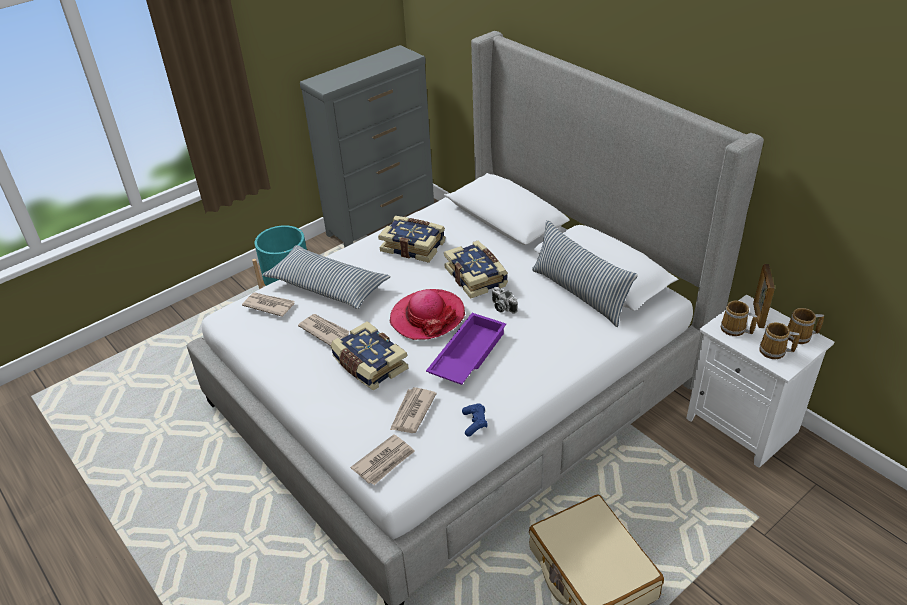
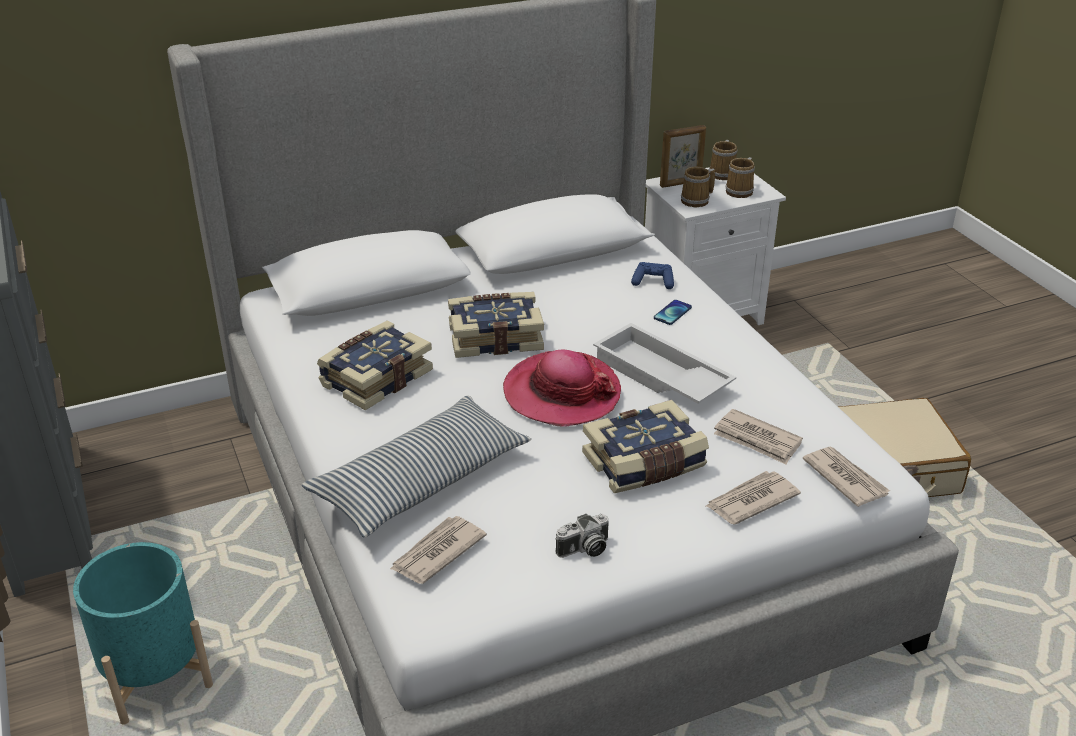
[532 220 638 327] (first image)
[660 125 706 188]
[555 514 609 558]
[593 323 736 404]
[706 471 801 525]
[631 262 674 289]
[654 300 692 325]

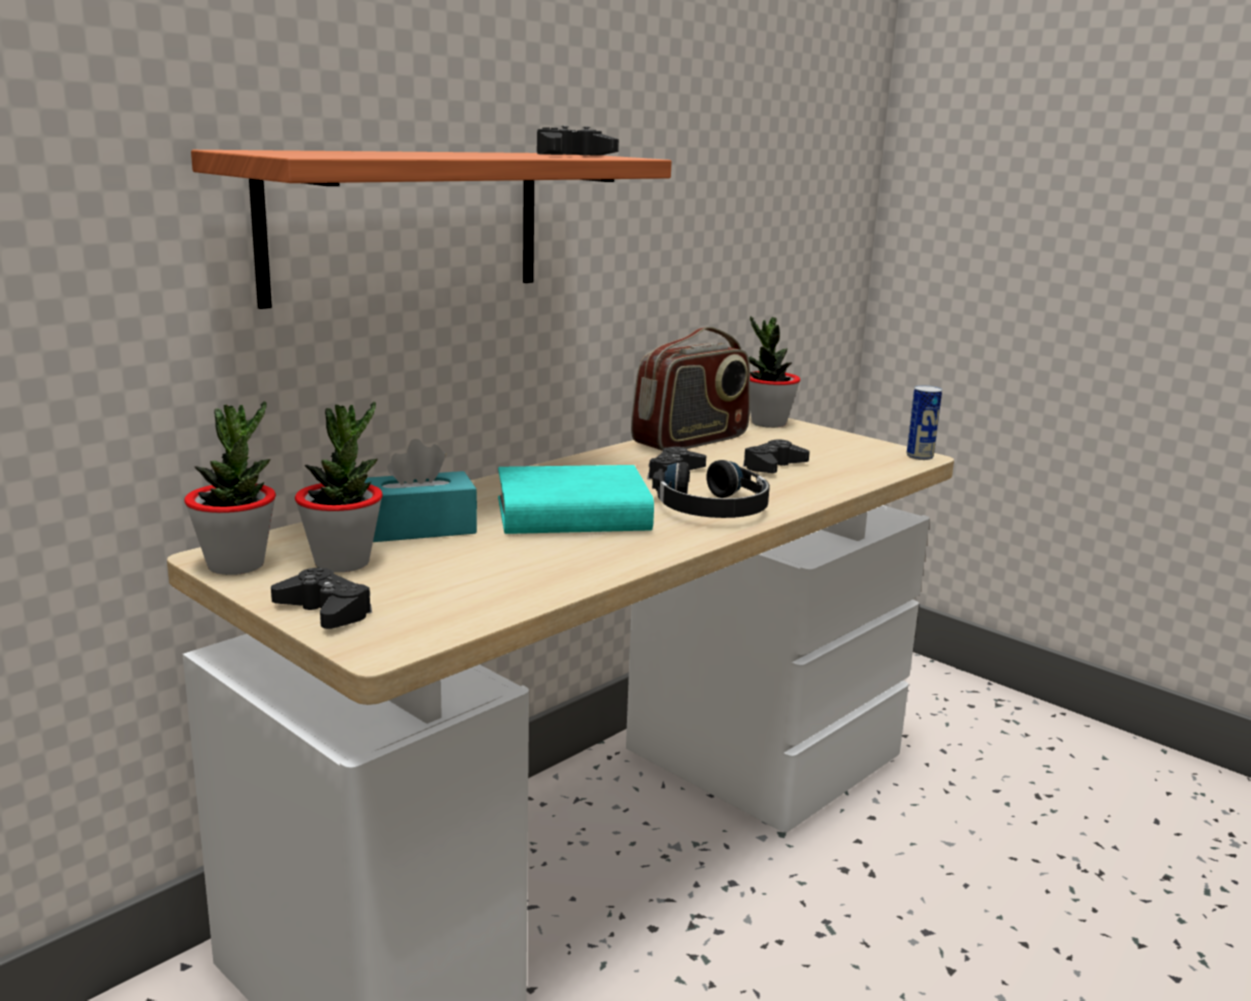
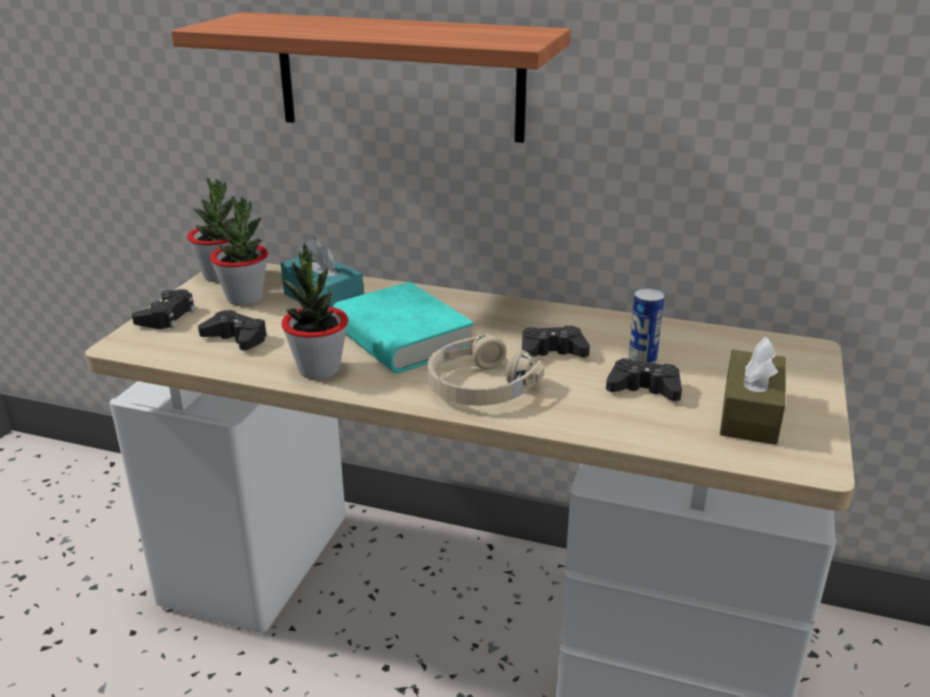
[198 310 267 350]
[281 243 348 380]
[631 327 750 451] (first image)
[628 288 665 364]
[428 334 545 406]
[720 336 786 445]

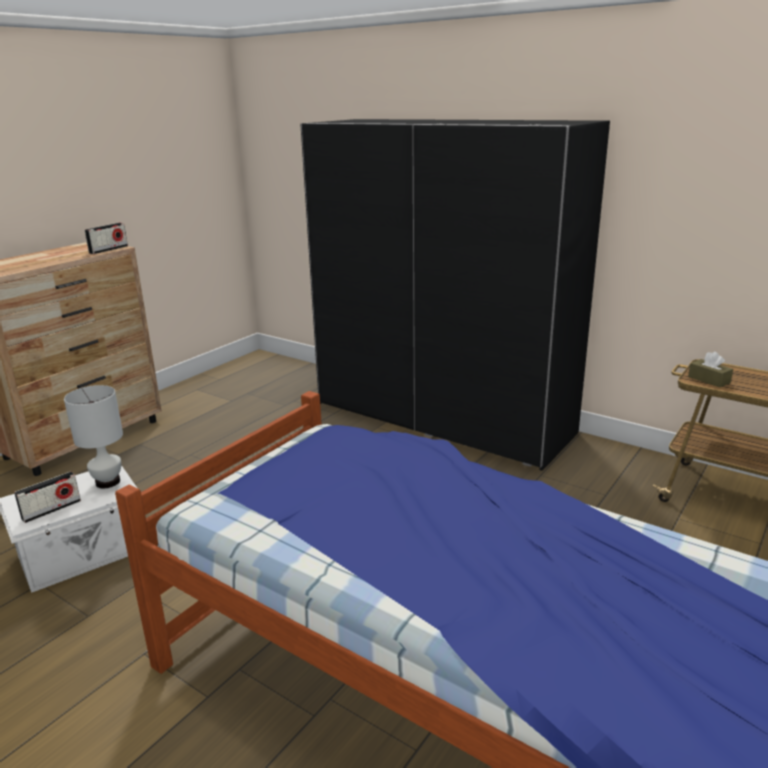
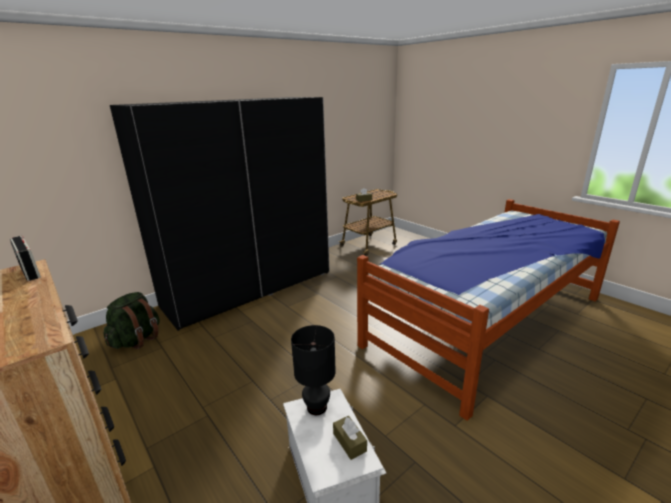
[291 325 336 415]
[333 416 367 460]
[103 292 160 349]

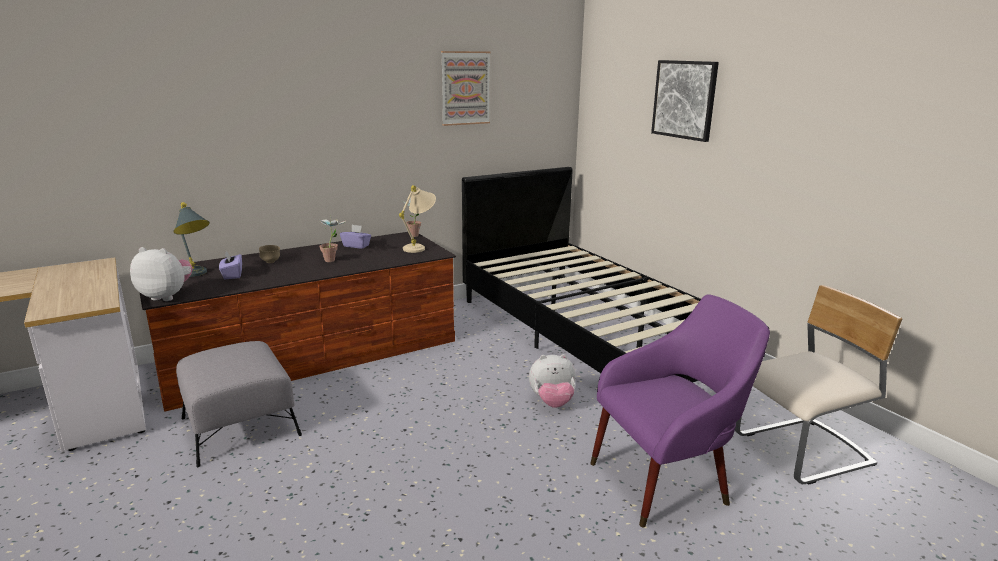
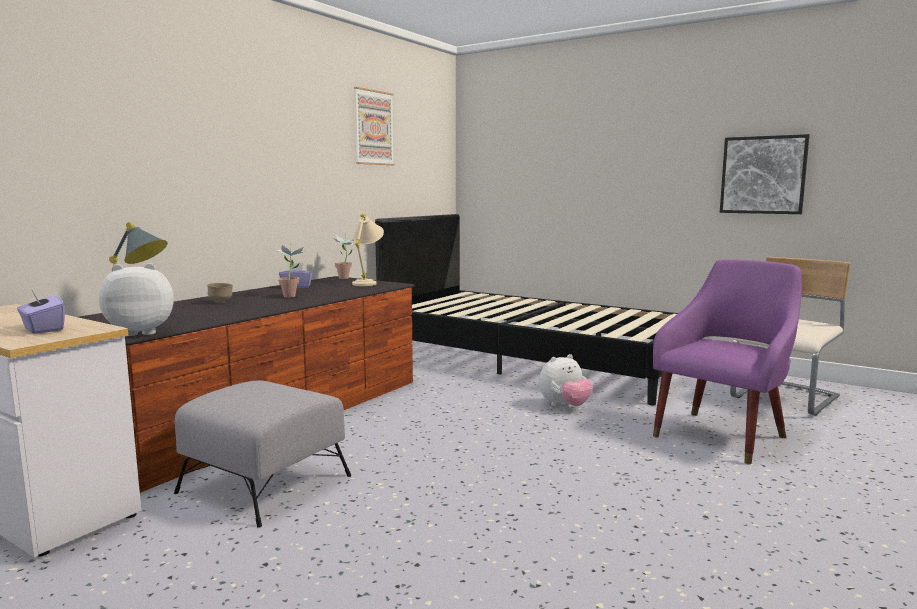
[720 134 810 214]
[17 288 65 334]

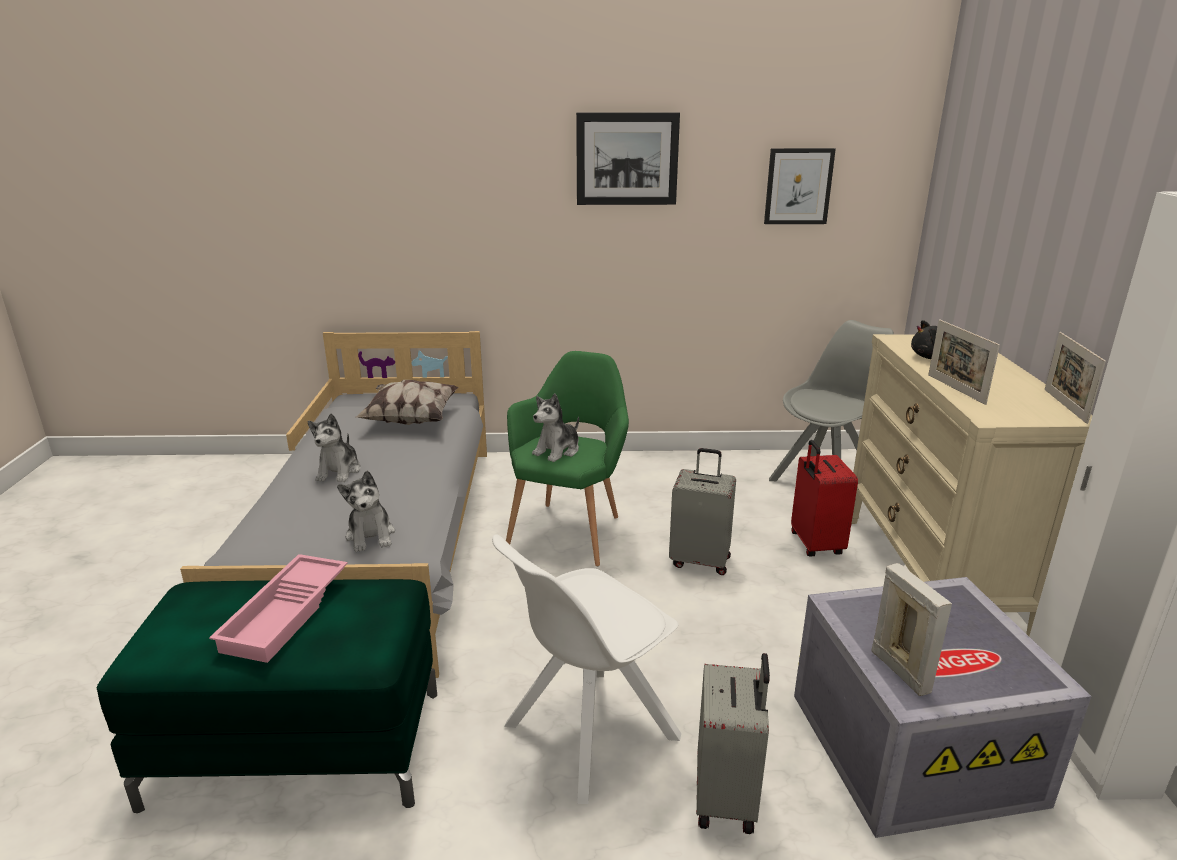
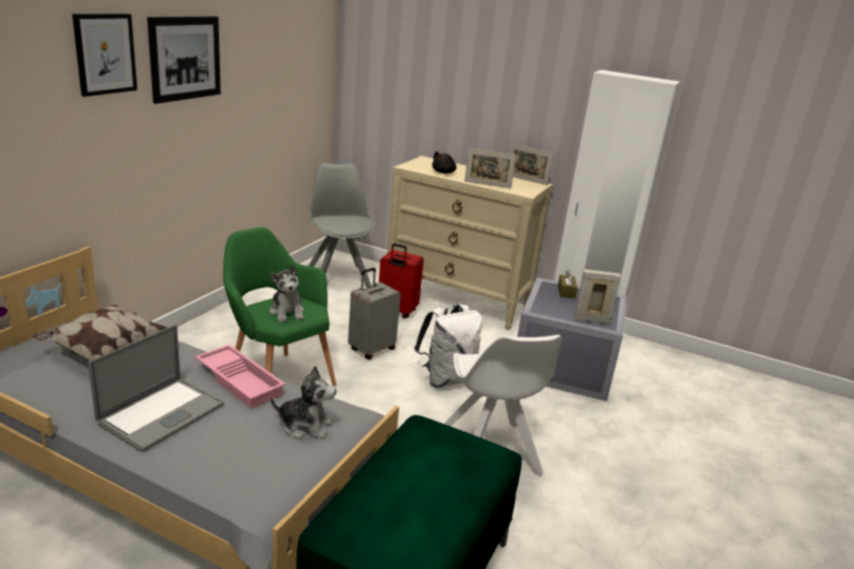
[72 14 137 97]
[88 324 224 452]
[195 344 286 409]
[696 653 770 834] (first image)
[558 270 577 299]
[414 304 483 387]

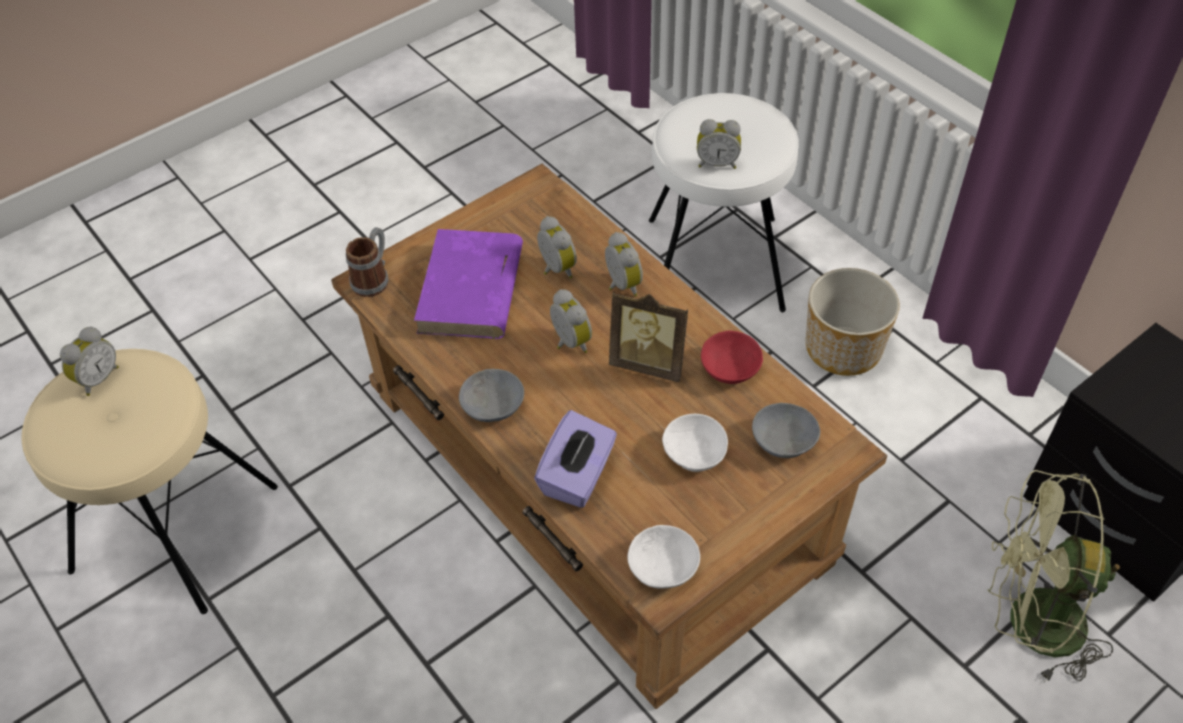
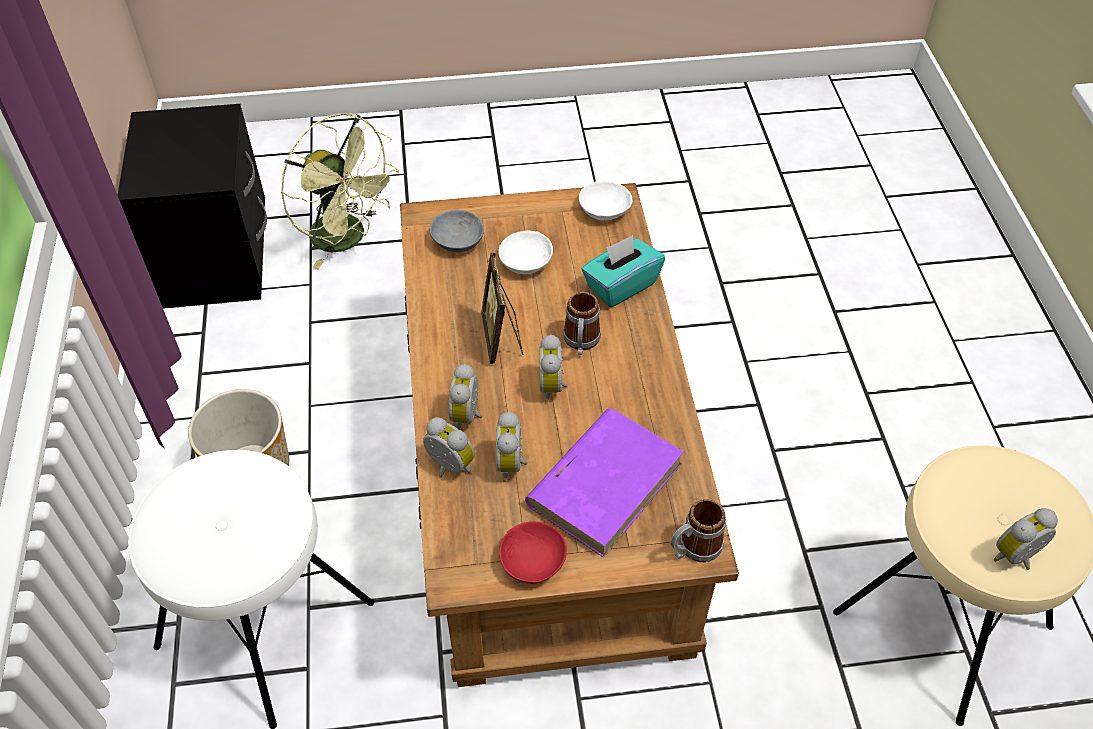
[423 417 475 477]
[481 253 523 364]
[499 521 567 584]
[459 369 524 422] (first image)
[582 235 665 307]
[563 292 601 355]

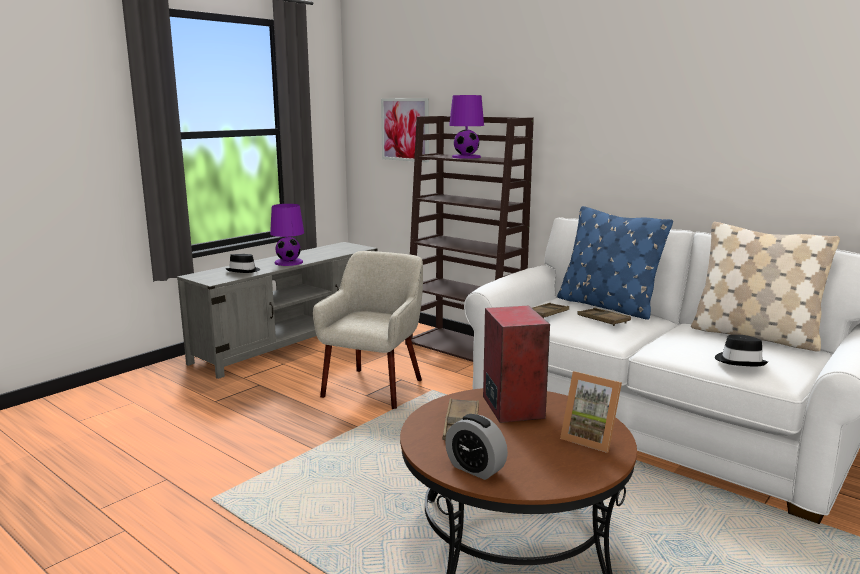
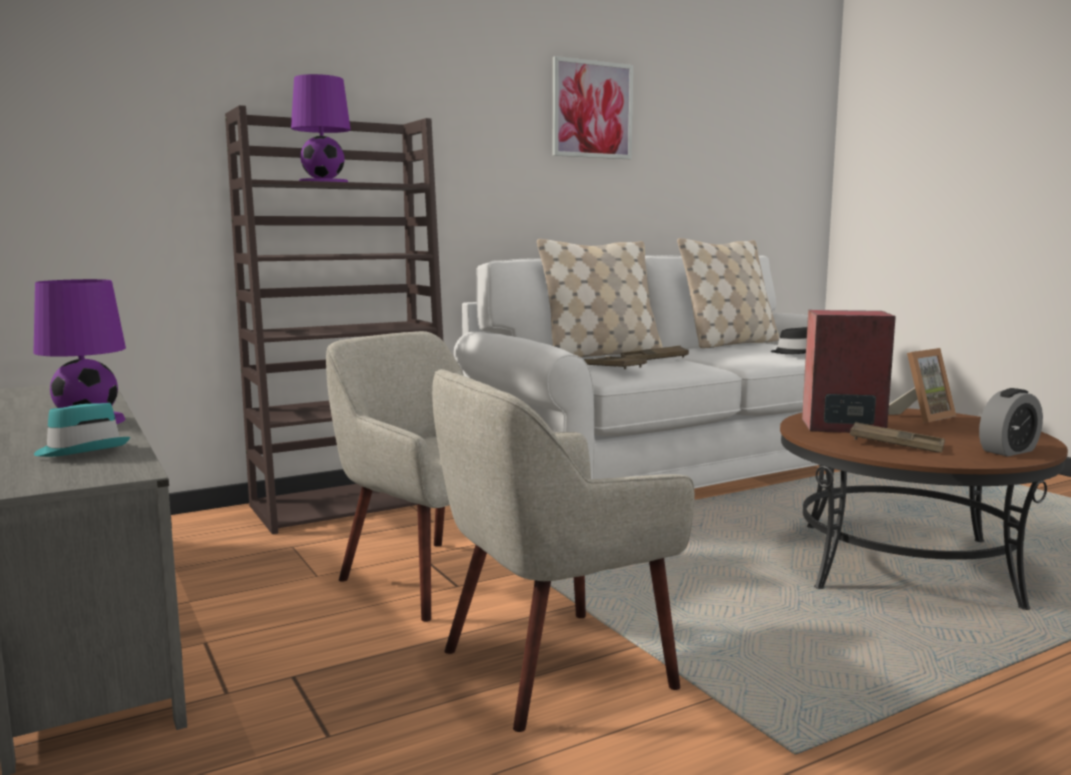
[552 56 633 159]
[537 239 663 357]
[34 403 130 457]
[432 369 695 732]

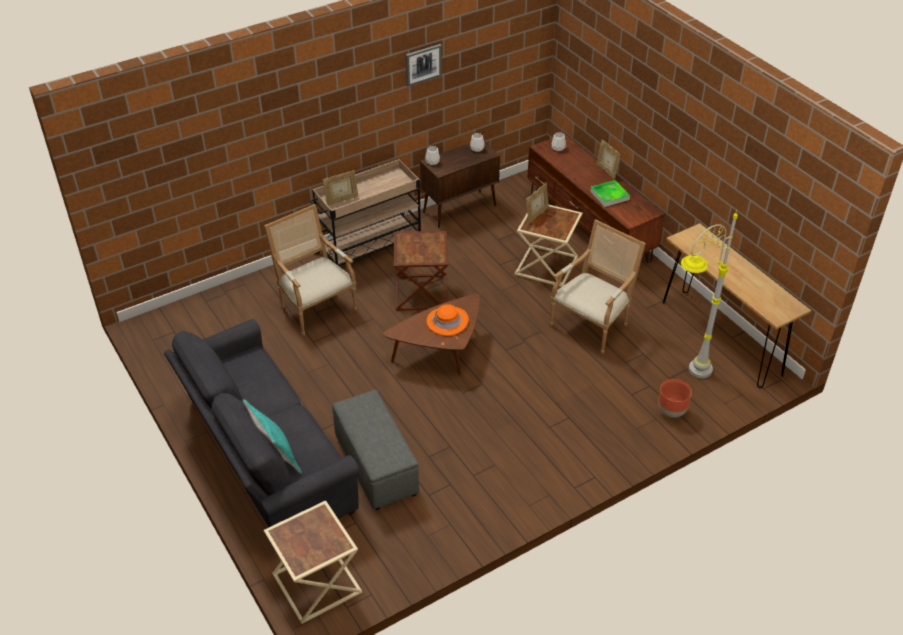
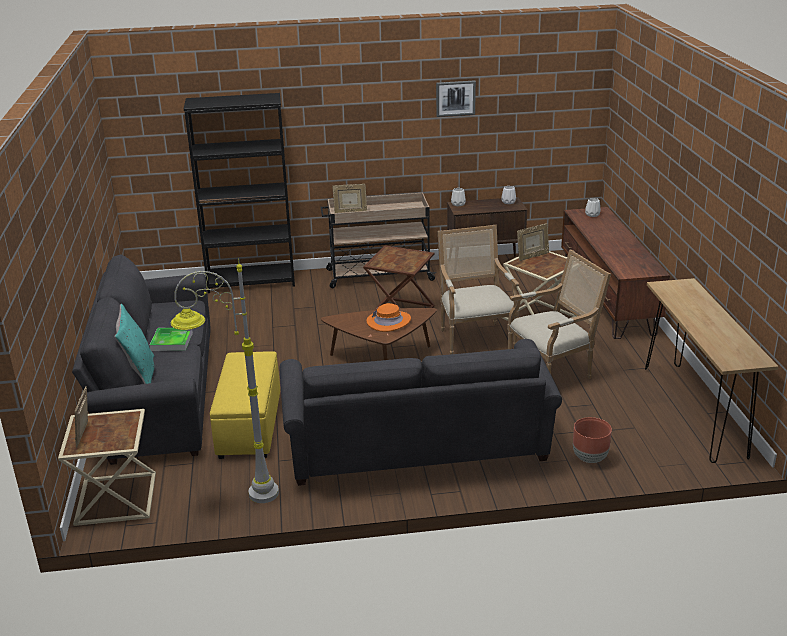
[75 386 88 448]
[150 328 193 351]
[438 225 519 354]
[171 259 279 503]
[210 351 280 459]
[184 93 295 293]
[280 339 562 486]

